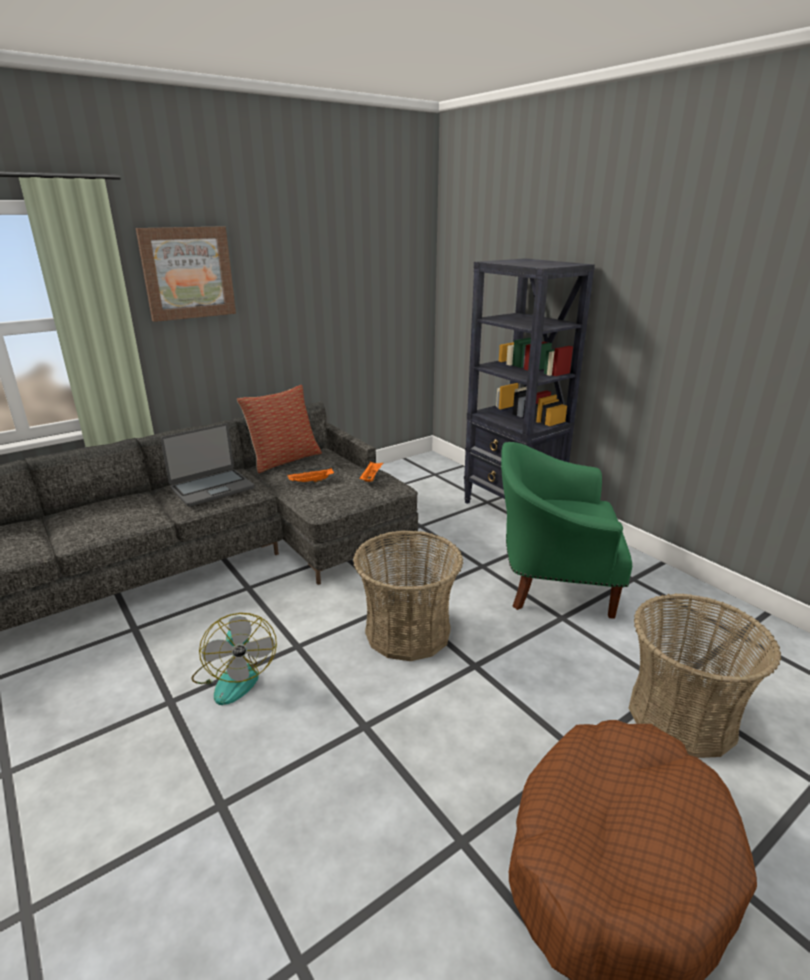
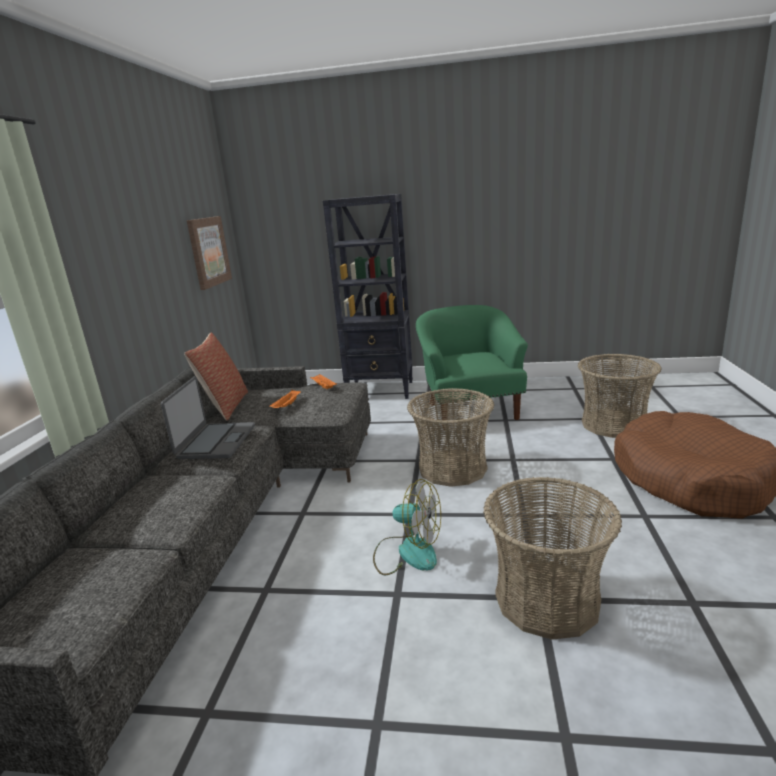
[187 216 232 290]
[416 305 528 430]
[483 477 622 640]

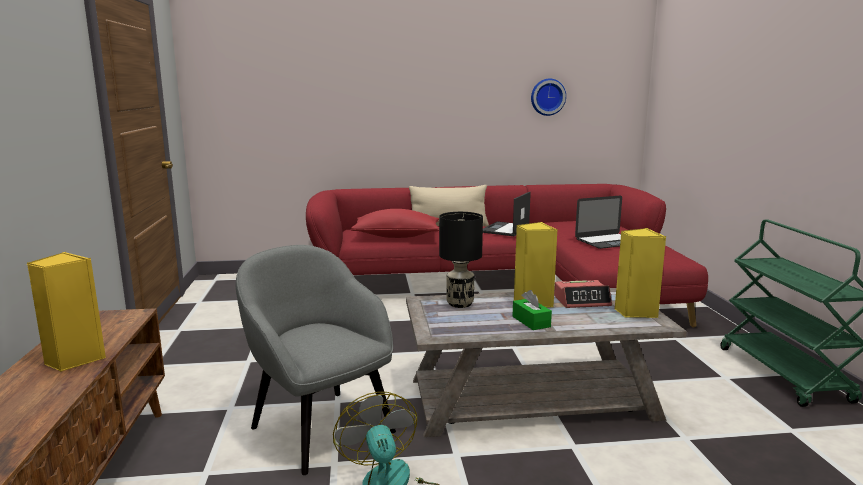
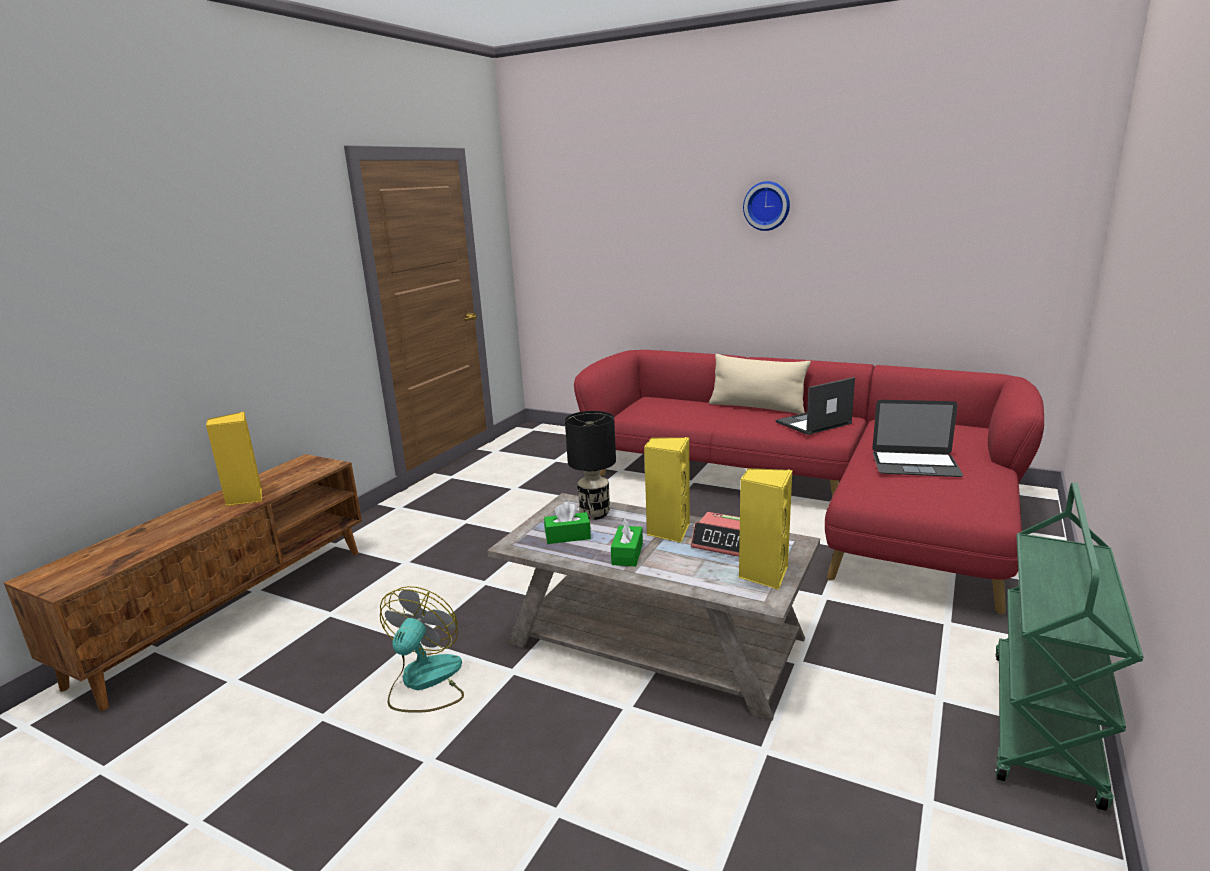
[743 181 790 231]
[351 209 439 238] (first image)
[236 245 396 475] (first image)
[544 502 591 544]

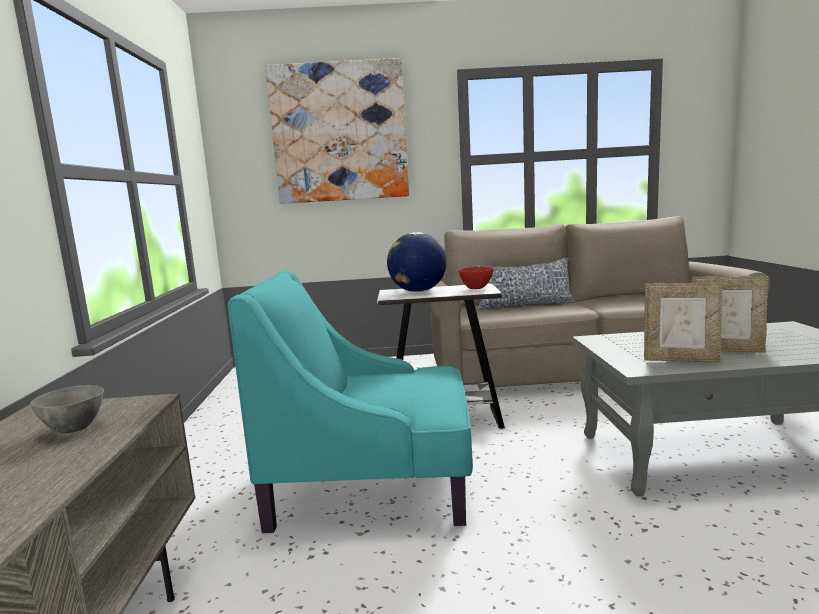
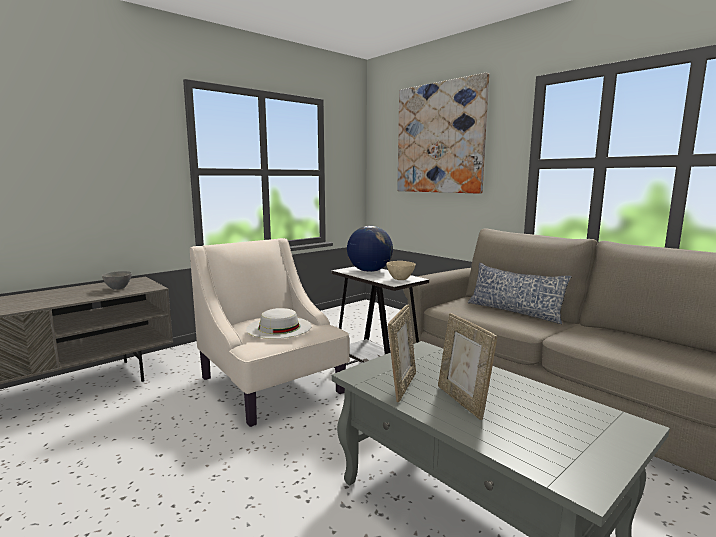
[386 261 416 280]
[190 238 350 427]
[388 305 416 402]
[246 308 312 339]

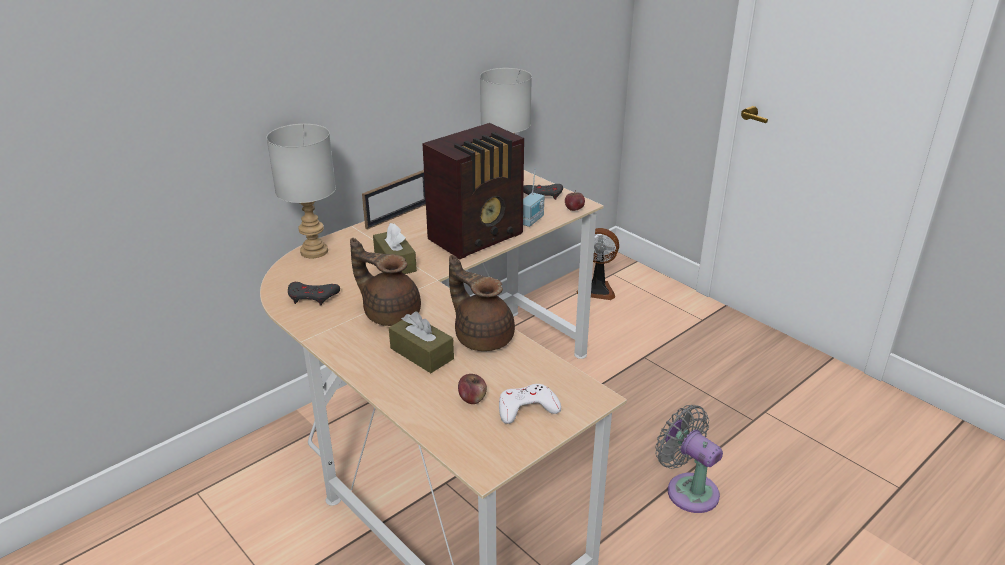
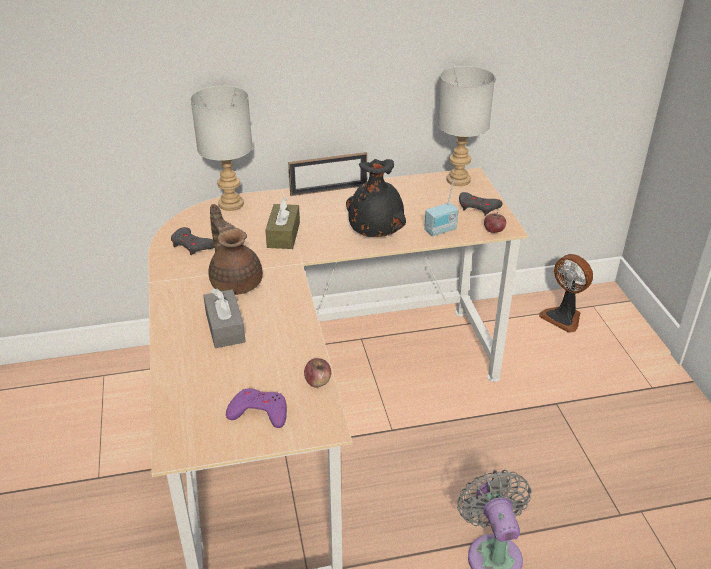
[346 159 406 237]
[449 255 515 351] (first image)
[203 288 246 348]
[304 358 331 388]
[226 388 287 428]

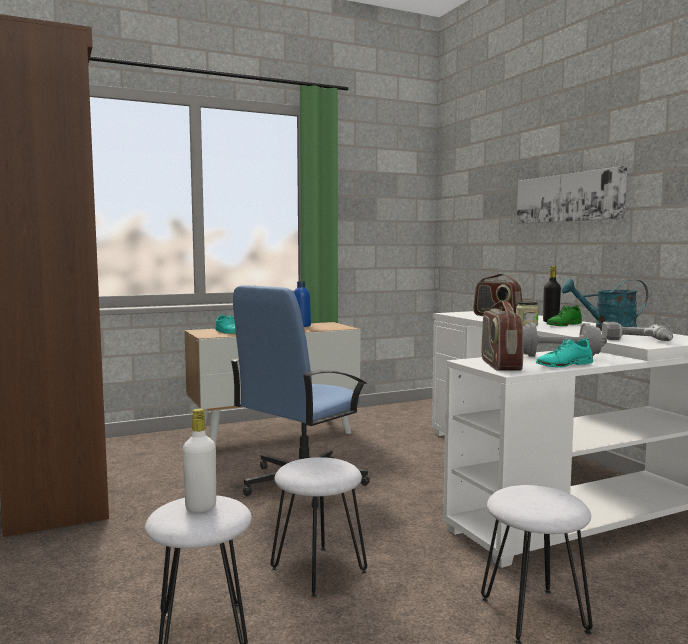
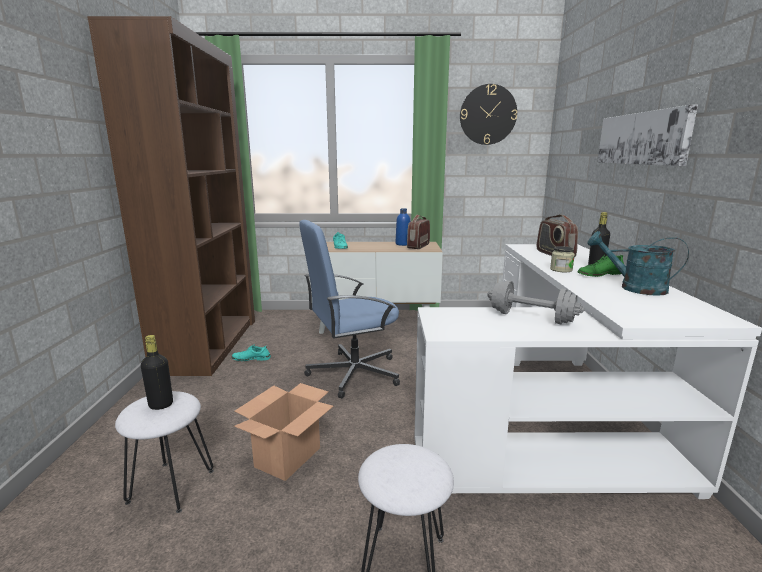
[407 215 430 249]
[602 322 673 341] (first image)
[232 345 271 361]
[141 335 173 410]
[234 383 333 481]
[460 84 517 145]

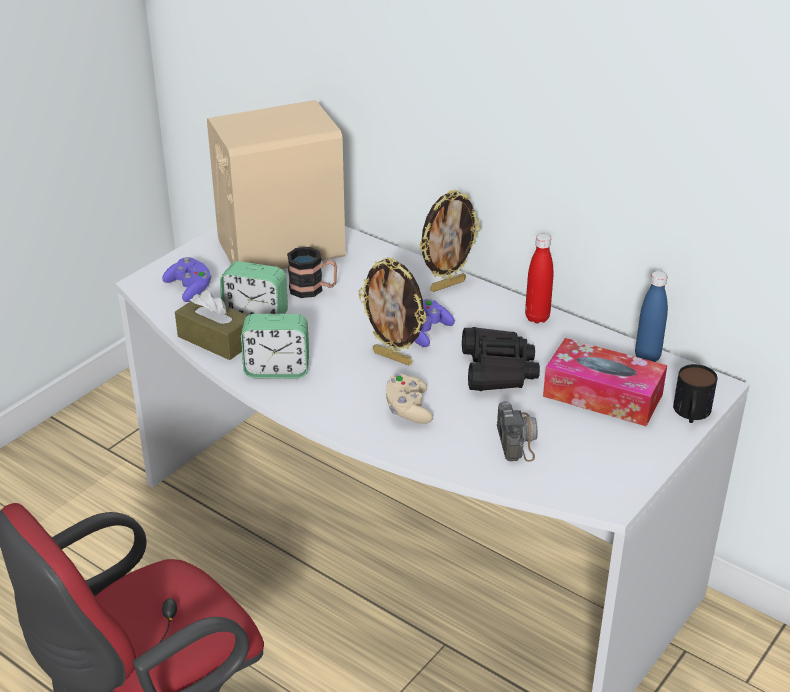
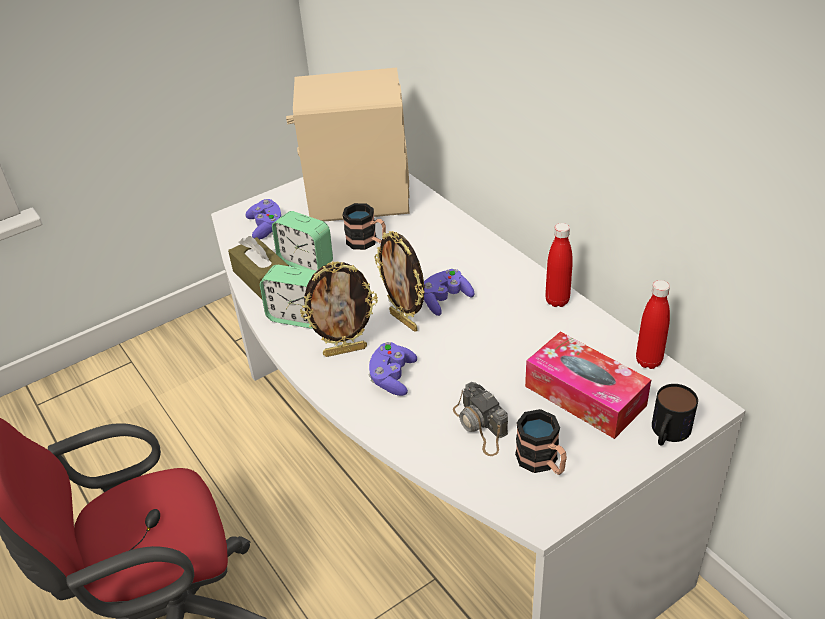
[300 261 378 357]
[636 280 670 369]
[462 327 540 391] (first image)
[368 342 417 396]
[453 382 508 456]
[515 409 567 475]

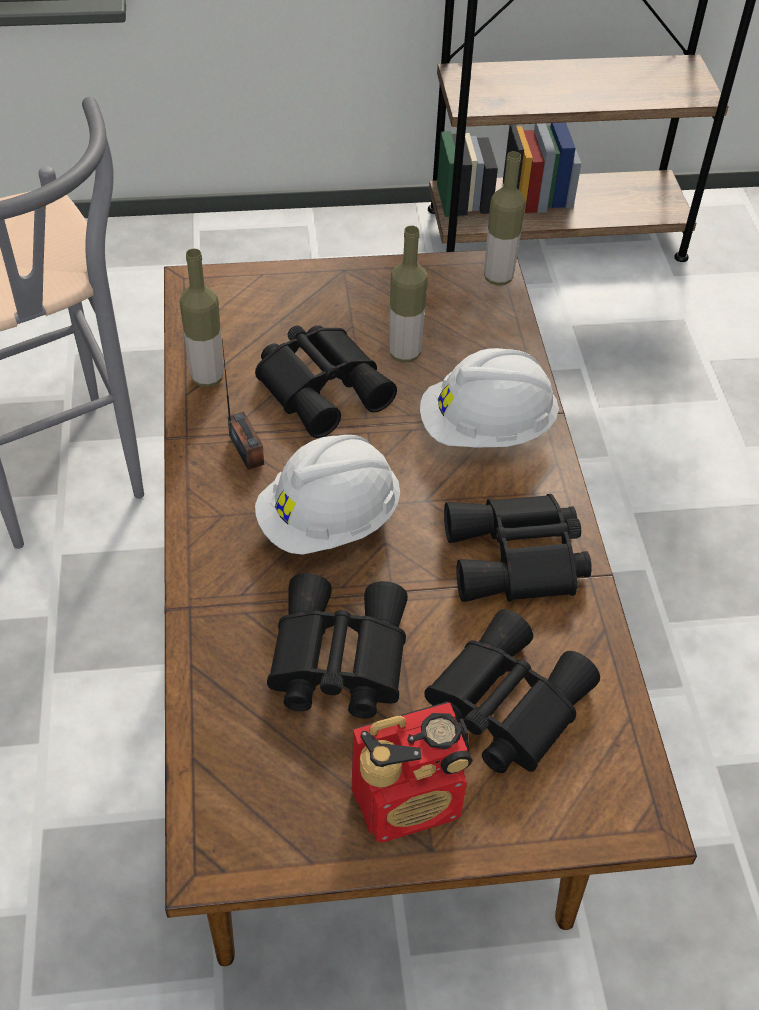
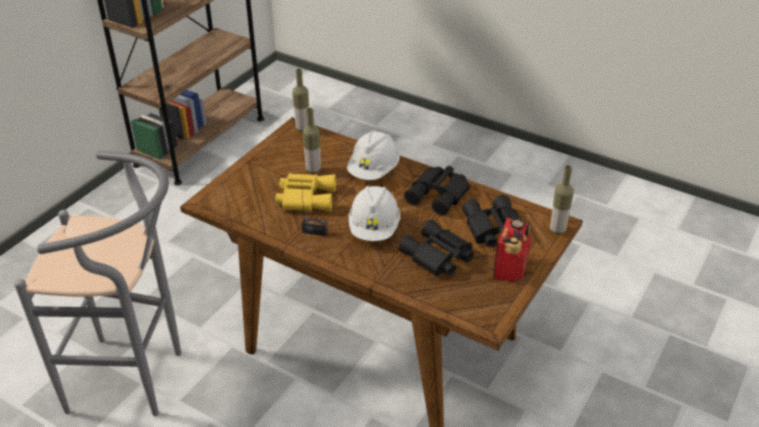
[550 165 574 234]
[276 173 336 212]

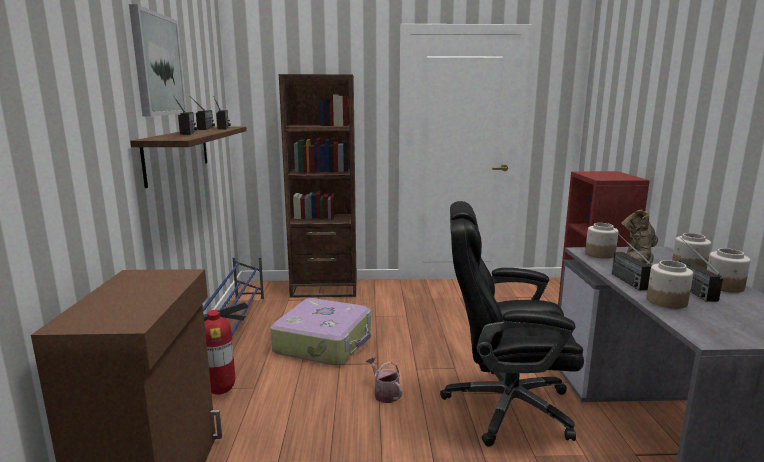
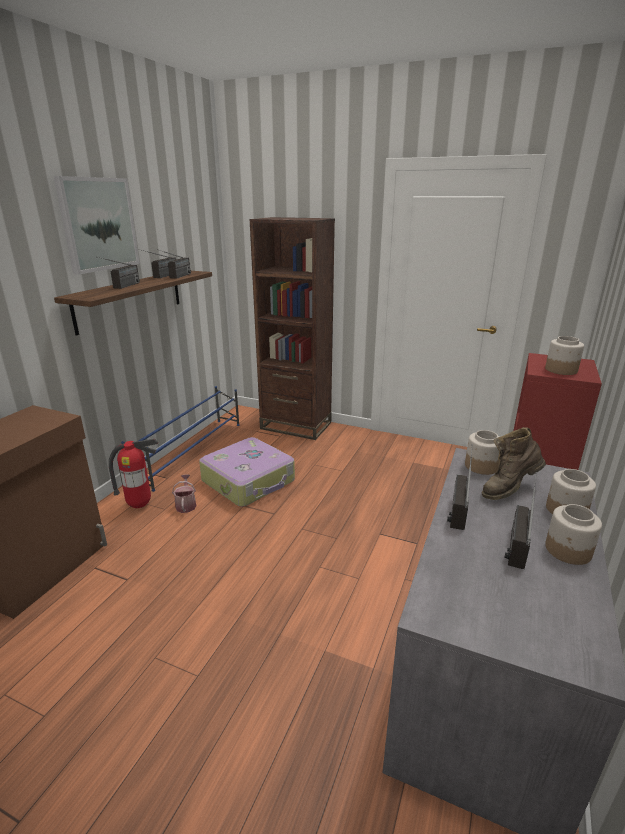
[440 201 584 446] (first image)
[545 336 584 375]
[172 475 196 513]

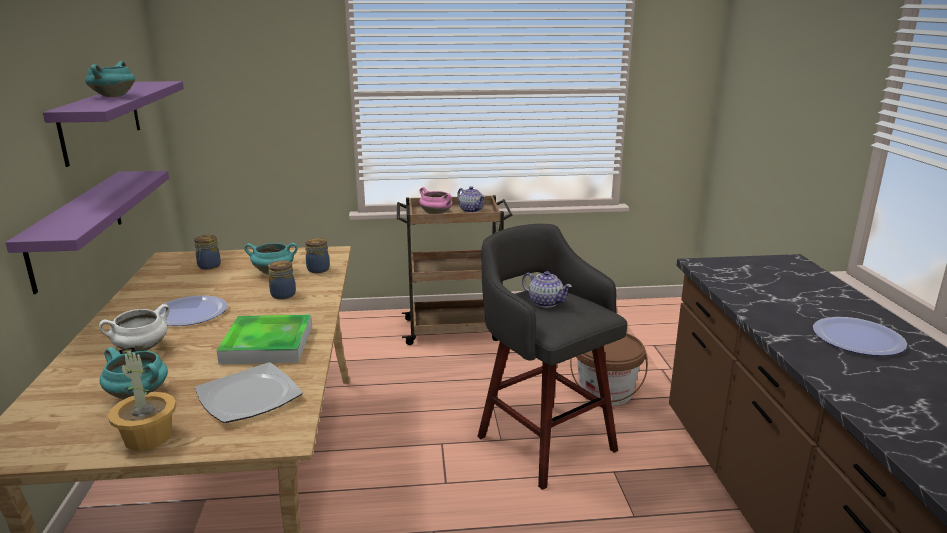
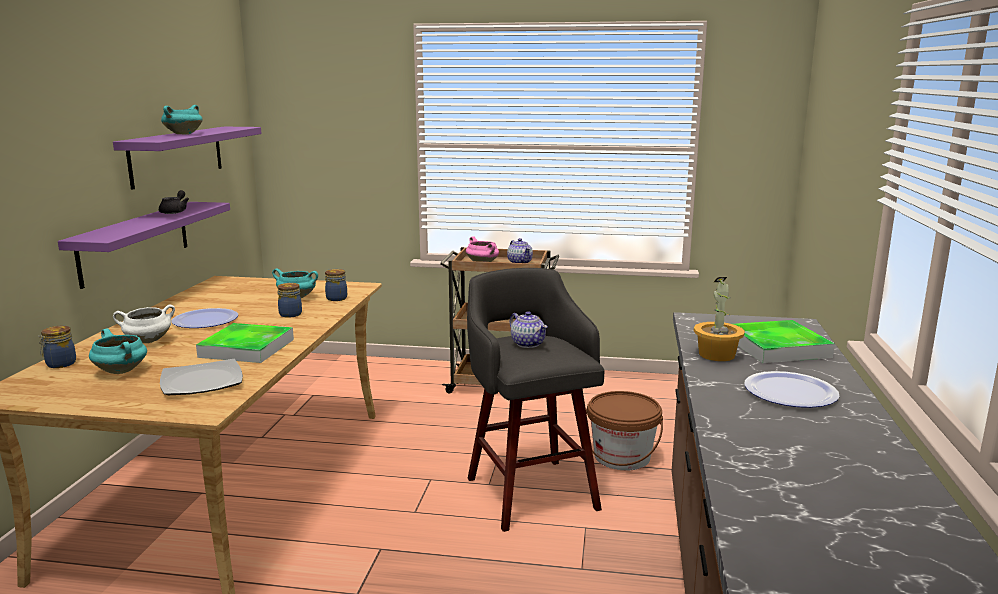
[38 326 76 368]
[694 277 745 361]
[159 190 189 214]
[733 320 835 363]

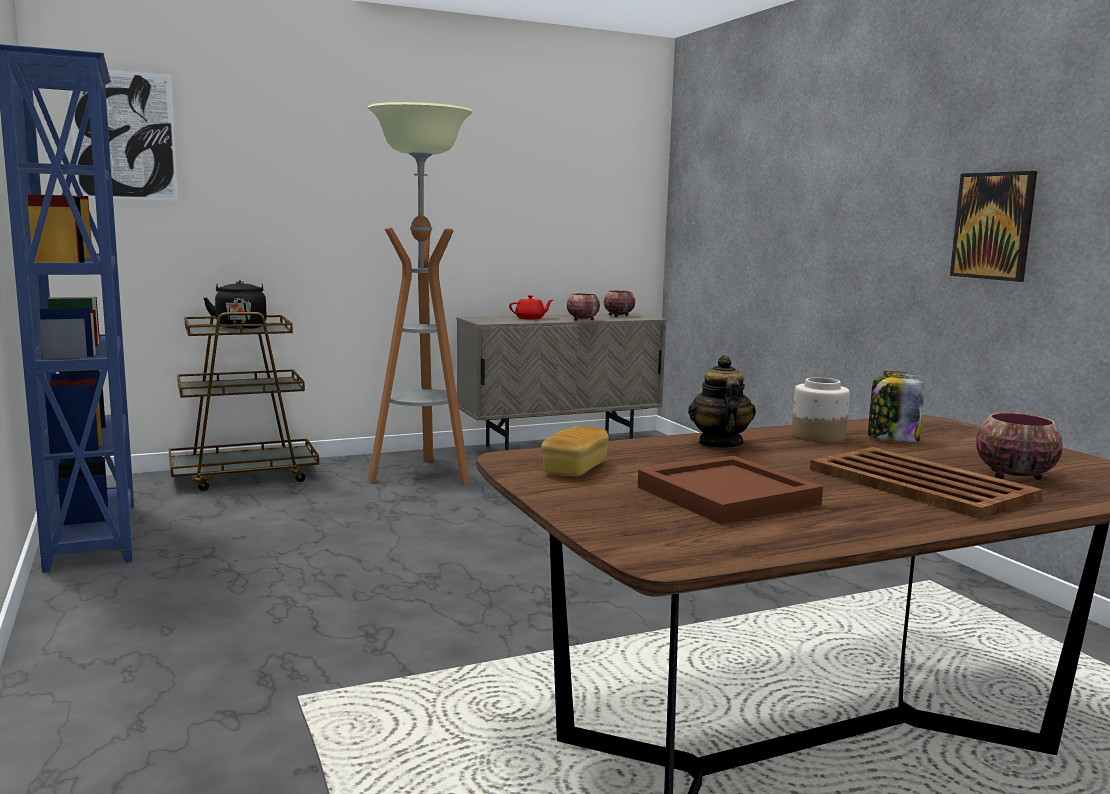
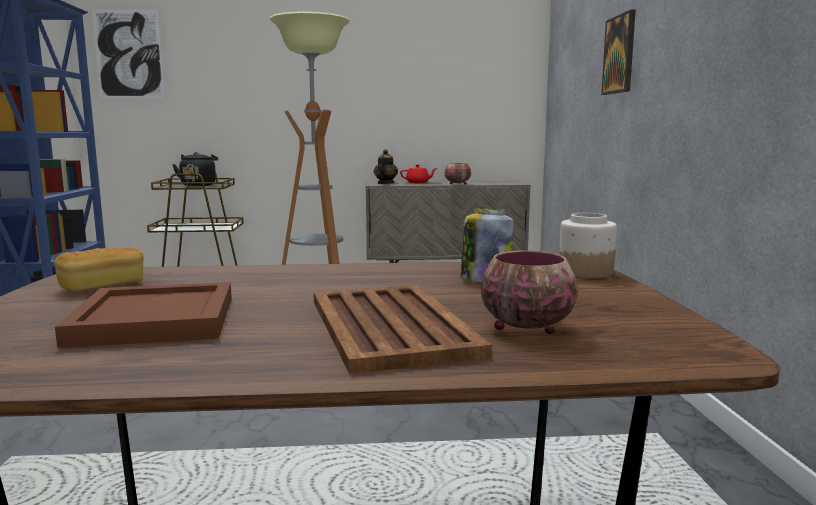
[601 10 636 95]
[604 290 635 317] (first image)
[374 149 398 184]
[559 213 617 279]

